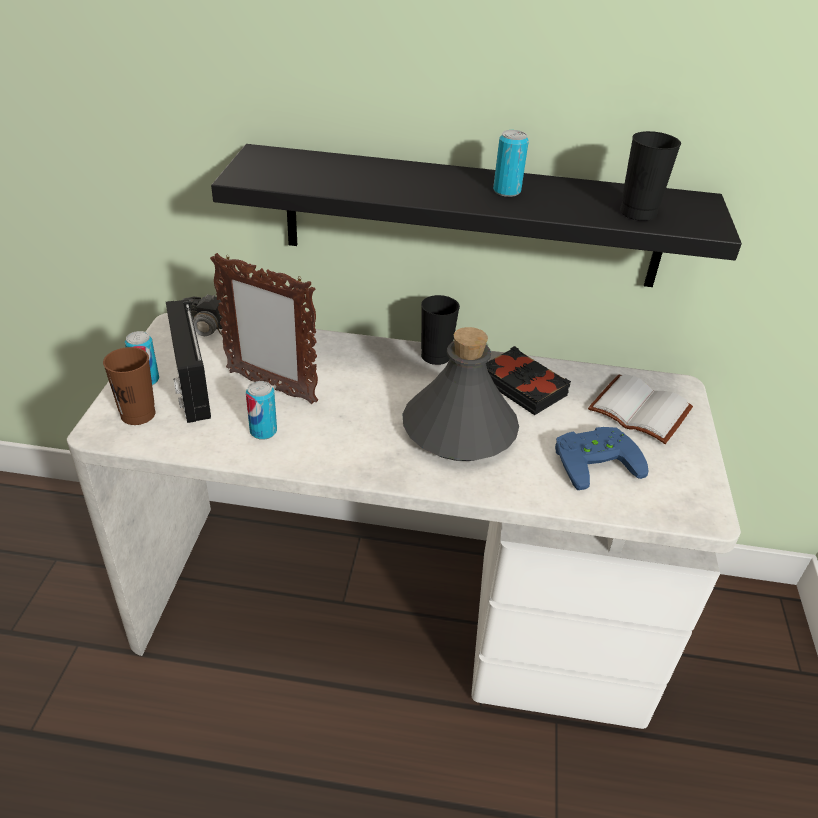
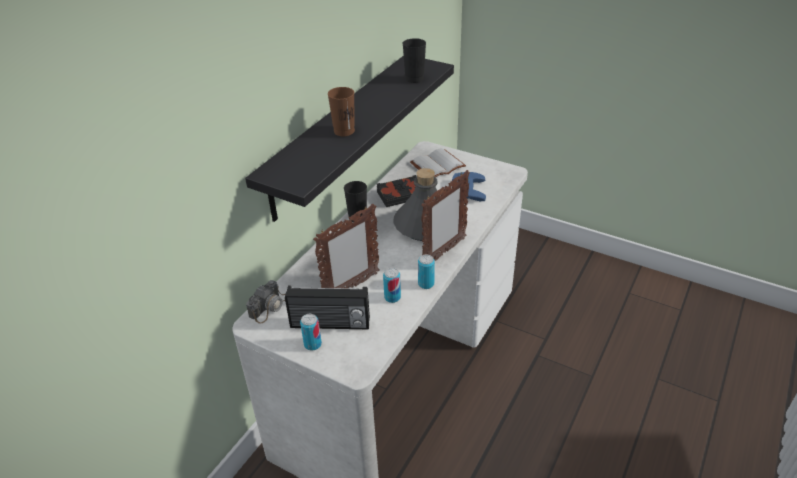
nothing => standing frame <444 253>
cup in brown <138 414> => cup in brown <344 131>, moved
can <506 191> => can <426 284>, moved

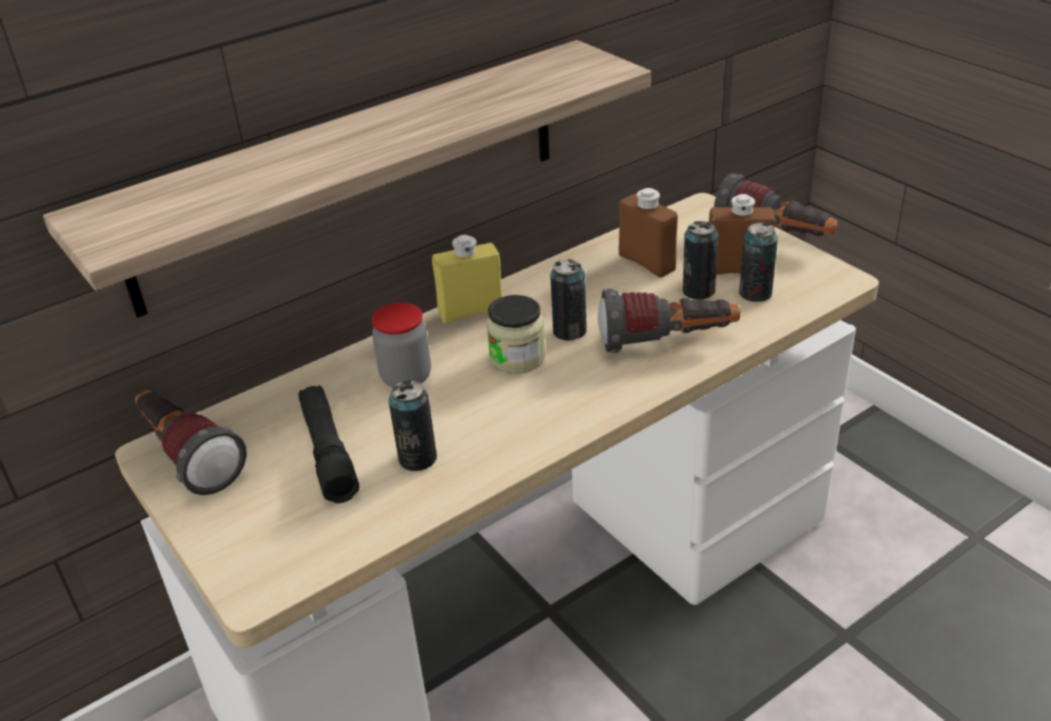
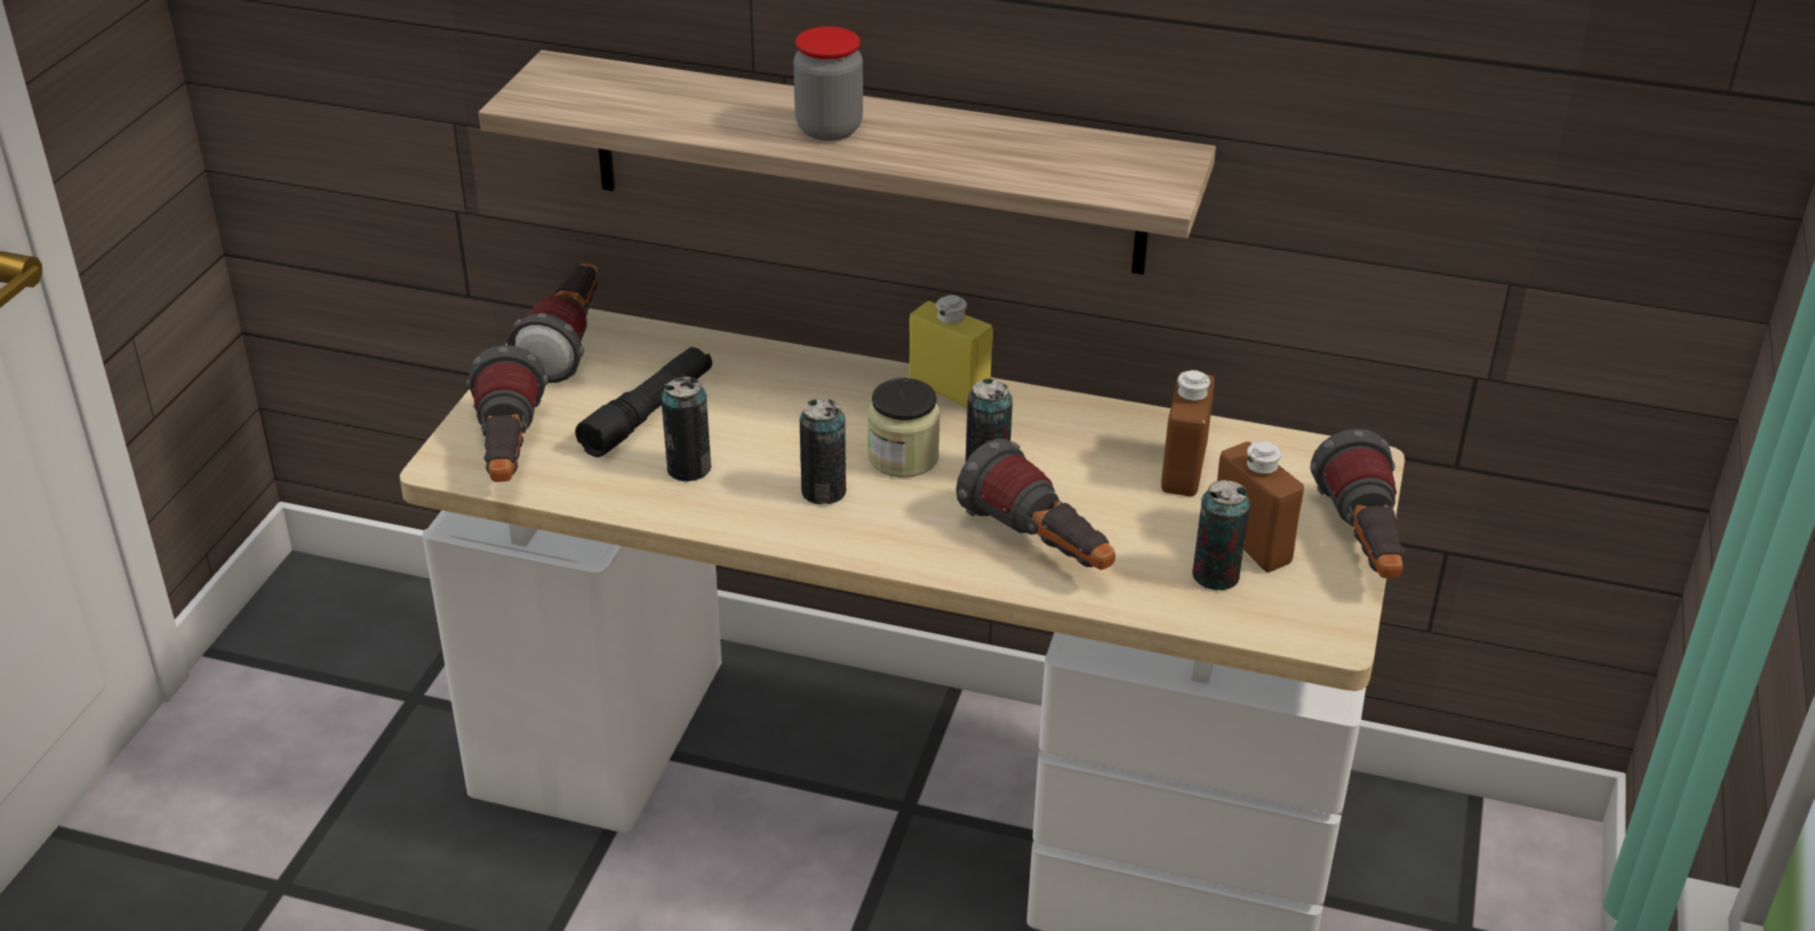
nothing => hand torch <508 455>
storage jar <406 377> => storage jar <829 129>, moved
can <698 291> => can <823 492>, moved

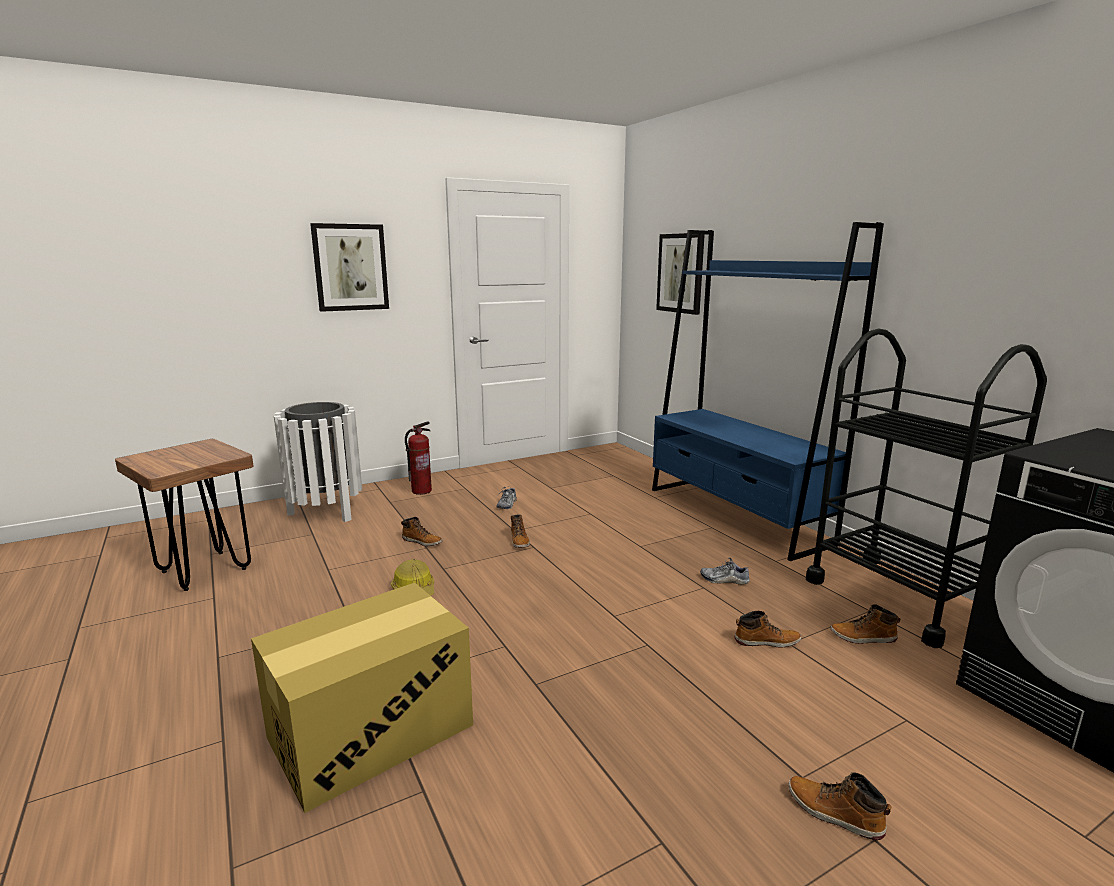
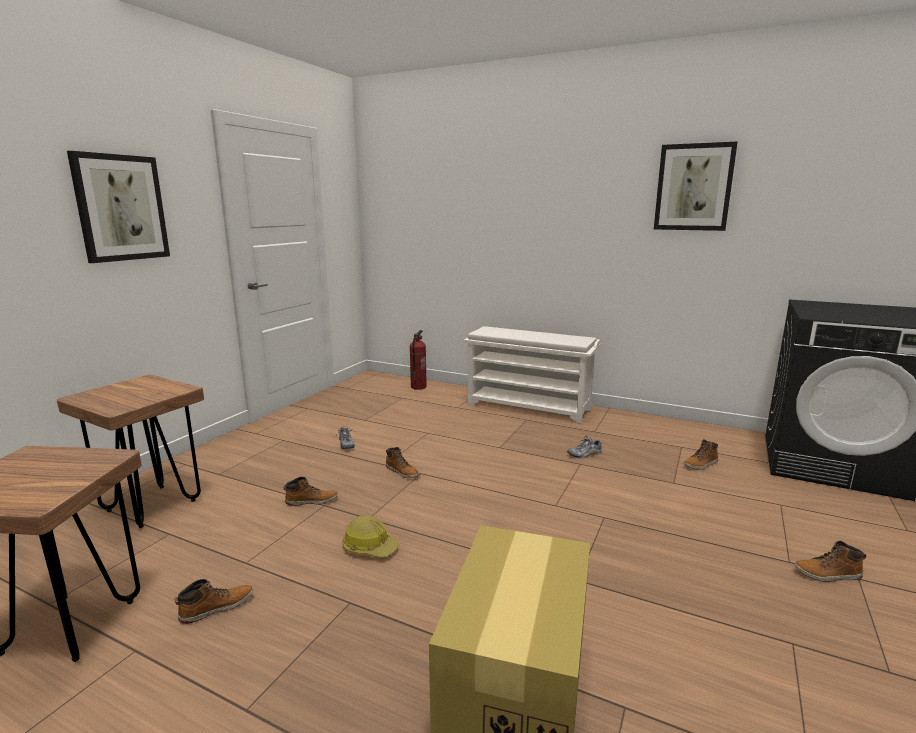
wheeled cart in black-coloured <898 597> => nothing
extinguisher <421 491> => extinguisher <418 387>, moved
wall picture <680 273> => wall picture <693 187>, moved
tall boot <766 641> => tall boot <217 607>, moved
rubbish bin in whitish <326 512> => sitting stool in brown <152 505>
shelving unit in blue <736 515> => shoe rack in whitish <529 406>

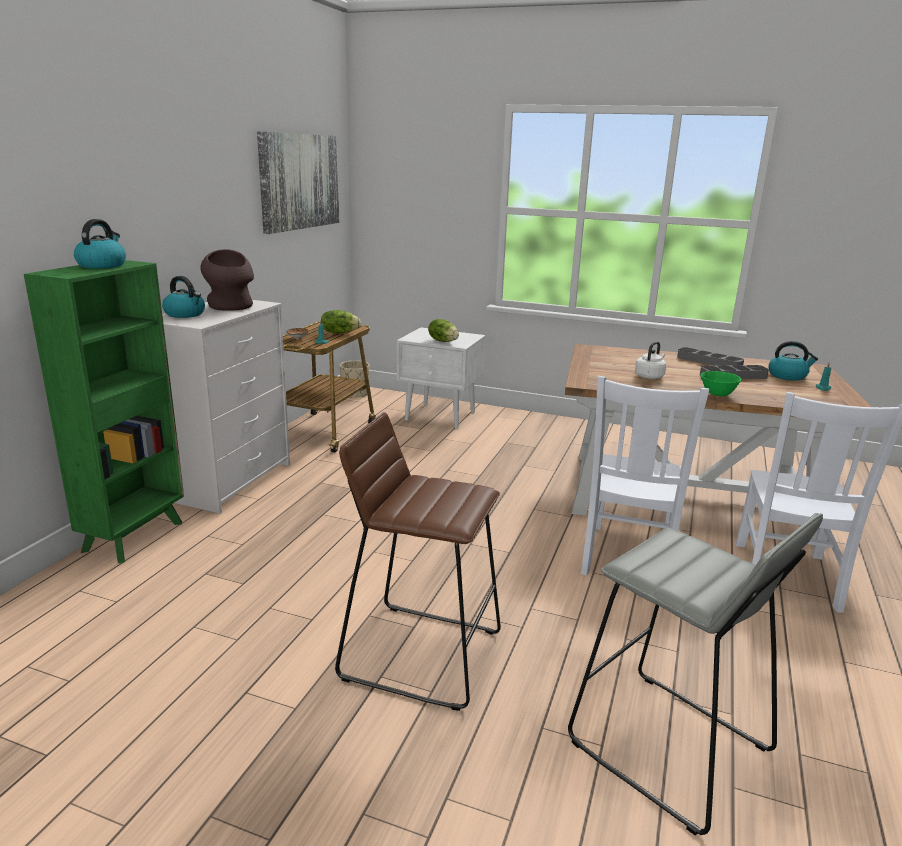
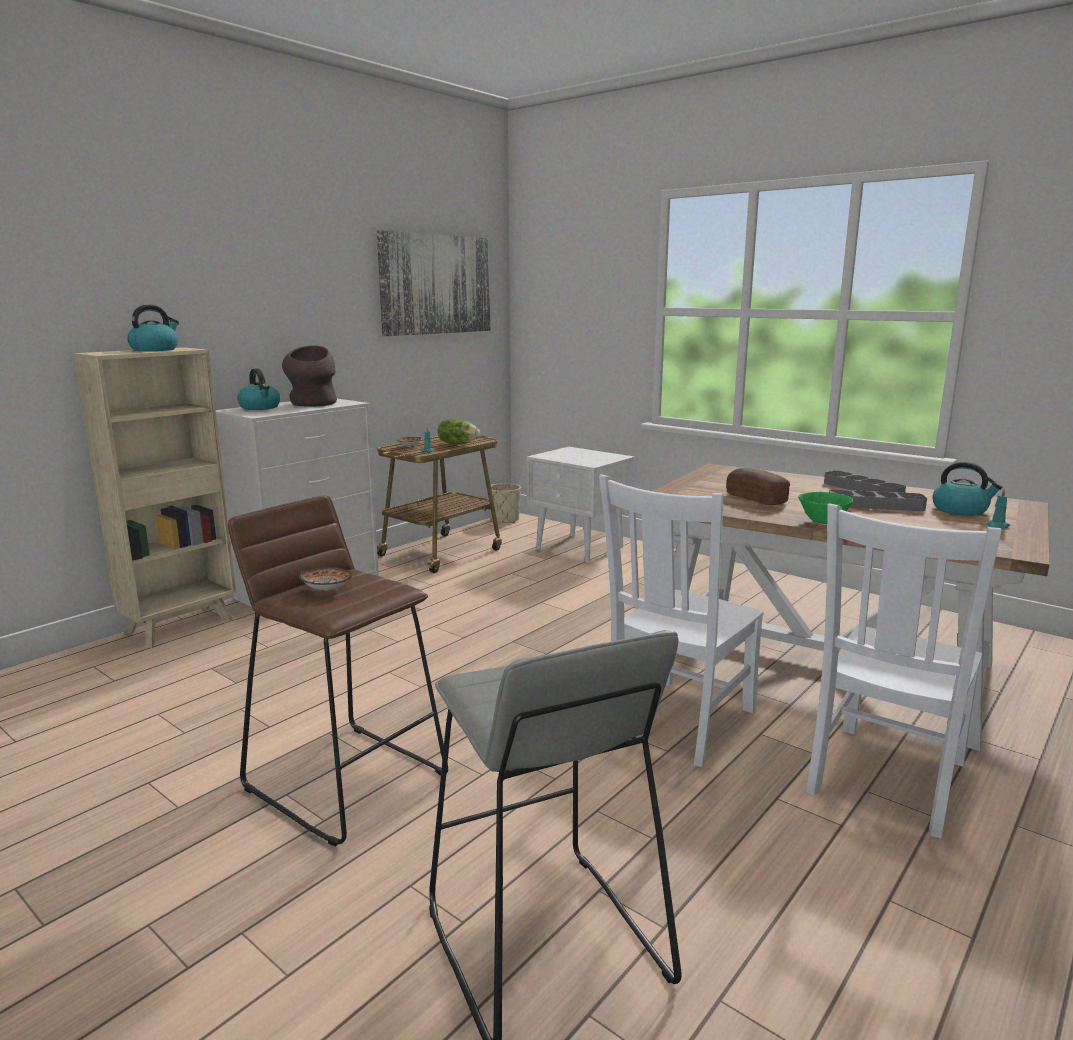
lettuce head <443 341> => nothing
nothing => bowl <326 589>
water kettle in whitish <650 376> => bakery bread <756 499>
shelving unit in green <135 535> => shelving unit in sand-coloured <181 626>

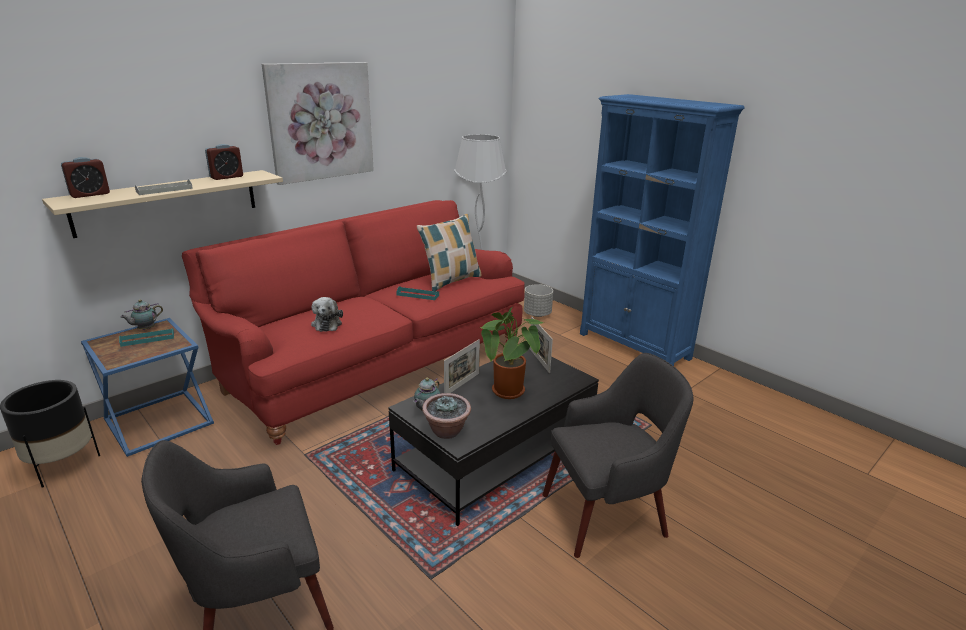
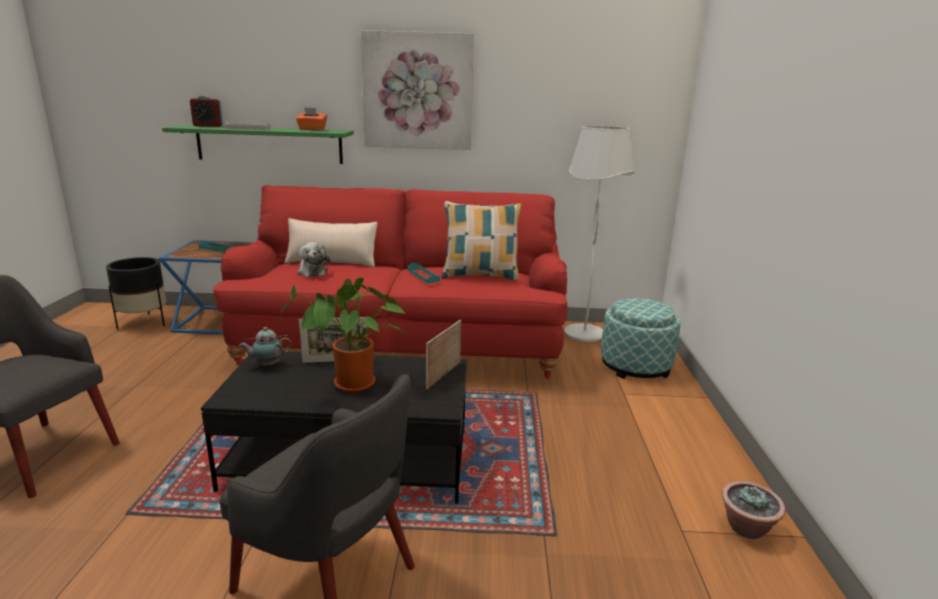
tea pot <145 329> => nothing
shelving unit in blue <634 346> => nothing
nothing => pillow in sand-coloured <332 262>
potted plant <447 431> => potted plant <746 529>, moved
table clock <226 177> => box of tissues in orangey <312 129>
planter in greyish <537 314> => ottoman <635 366>
bracket shelf in sand-coloured <168 202> => bracket shelf in green <269 144>
plush toy <327 323> => plush toy <312 271>, 60 degrees counterclockwise

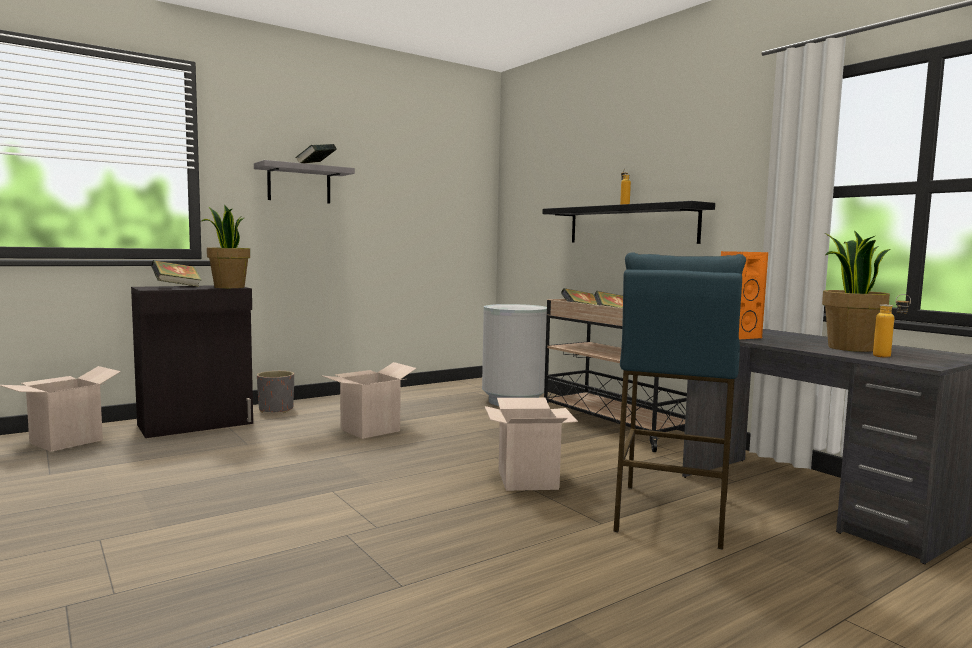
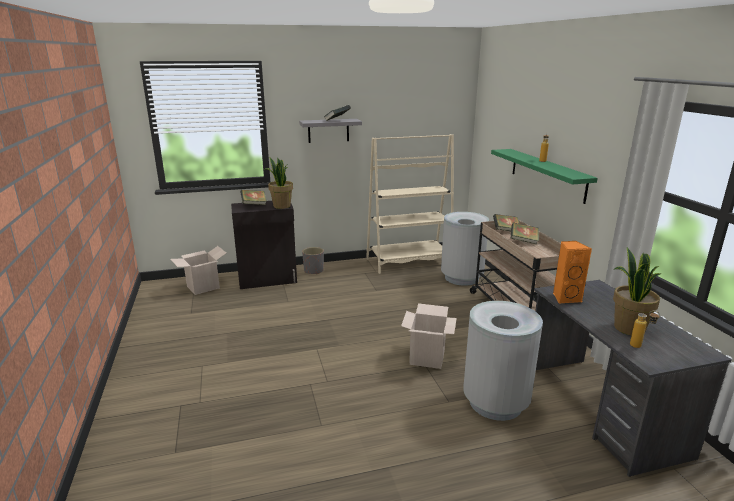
packing box <370 430> => nothing
nothing => shelving unit in sand-coloured <409 262>
sitting stool in blue <670 515> => rubbish bin in greyish <495 402>
bracket shelf in black-coloured <630 225> => bracket shelf in green <547 174>

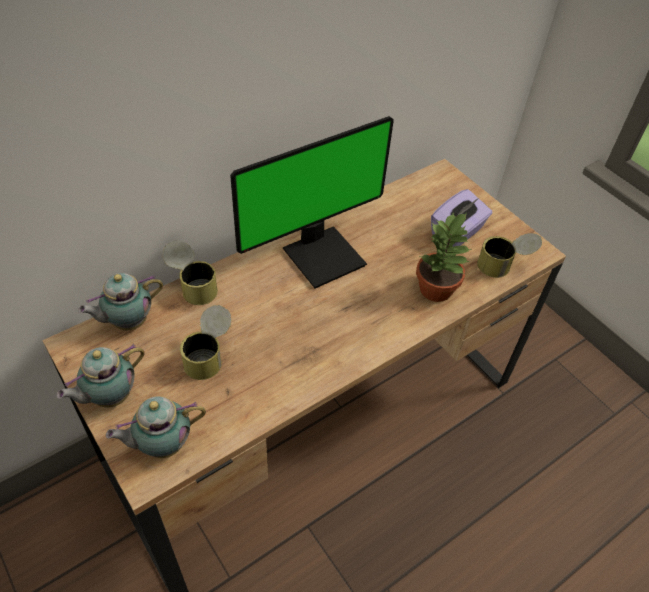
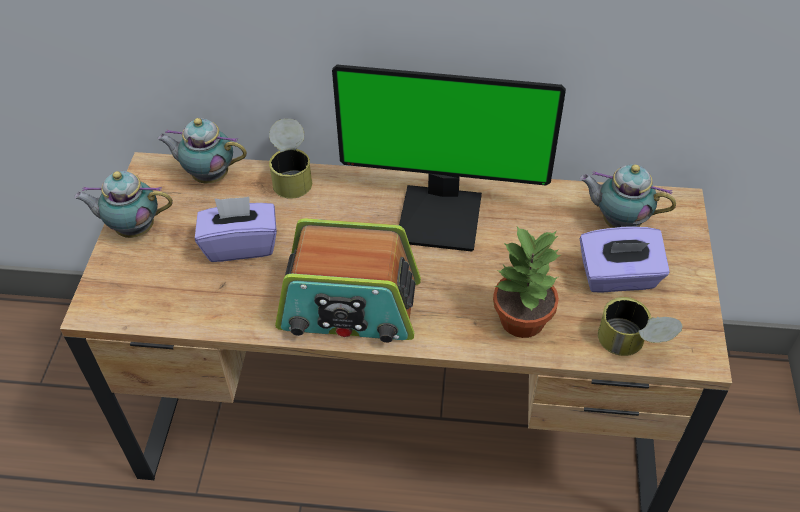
nothing => radio <349 307>
tea pot <162 445> => tea pot <618 222>, moved
can <209 355> => box of tissues in purple-coloured <241 245>

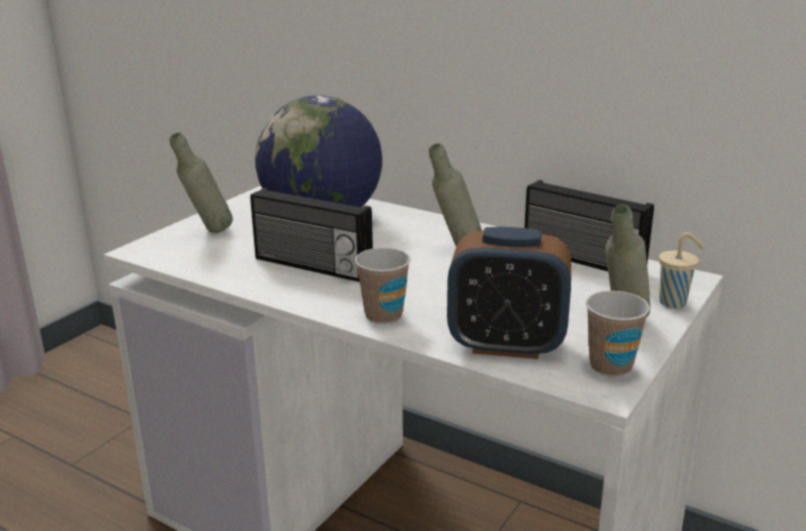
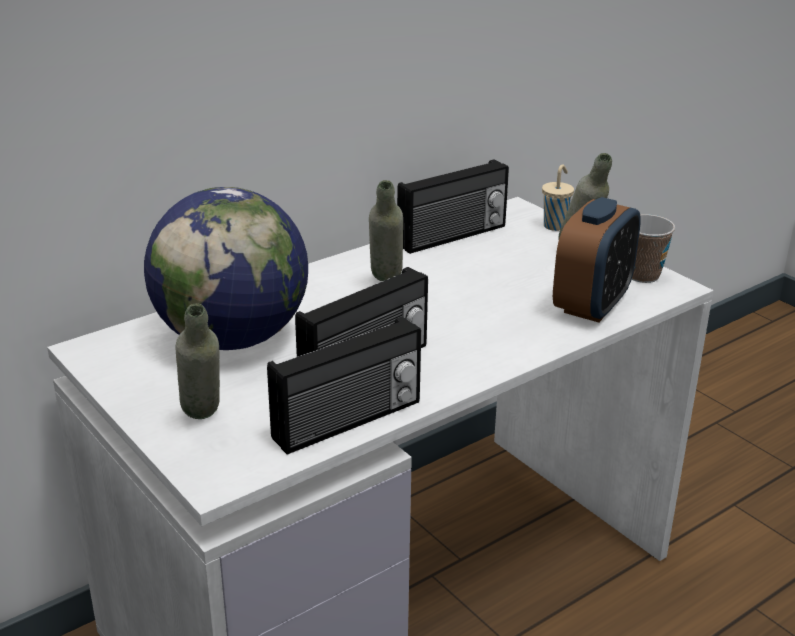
cup <383 315> => nothing
nothing => radio <349 421>

